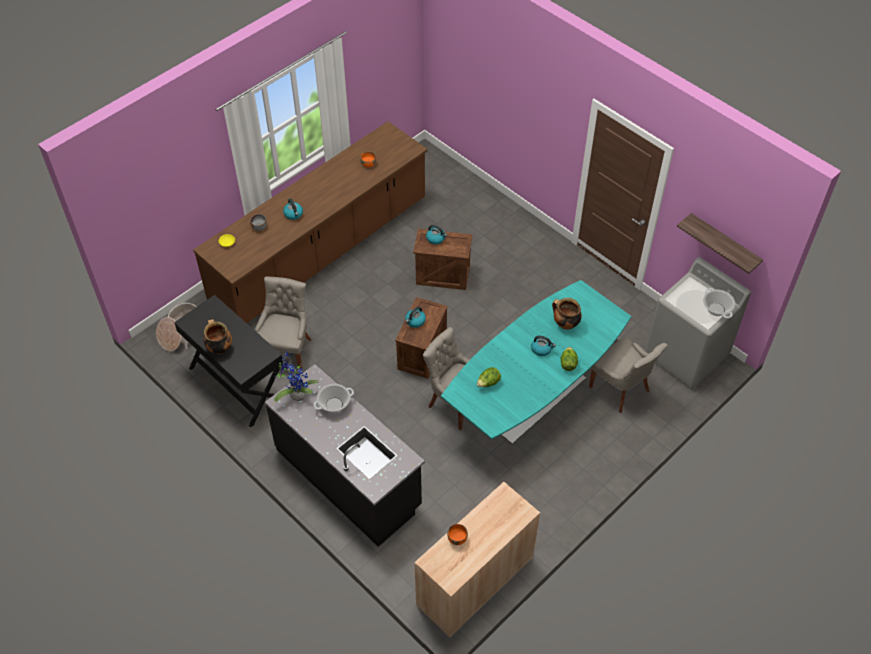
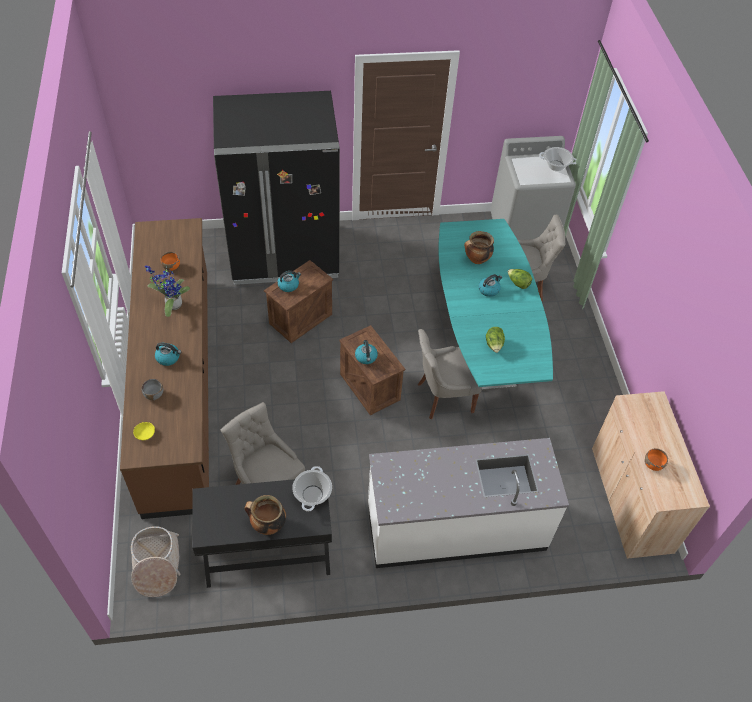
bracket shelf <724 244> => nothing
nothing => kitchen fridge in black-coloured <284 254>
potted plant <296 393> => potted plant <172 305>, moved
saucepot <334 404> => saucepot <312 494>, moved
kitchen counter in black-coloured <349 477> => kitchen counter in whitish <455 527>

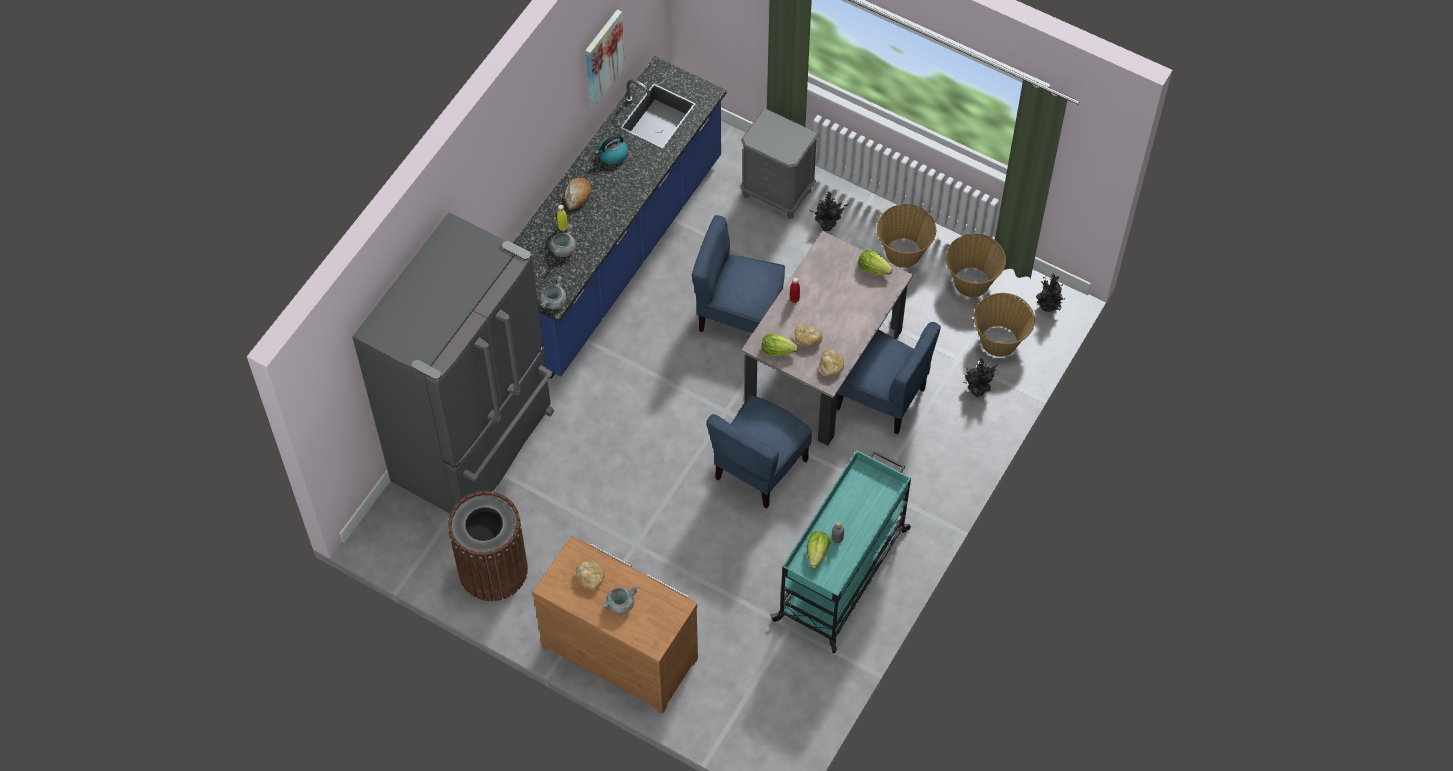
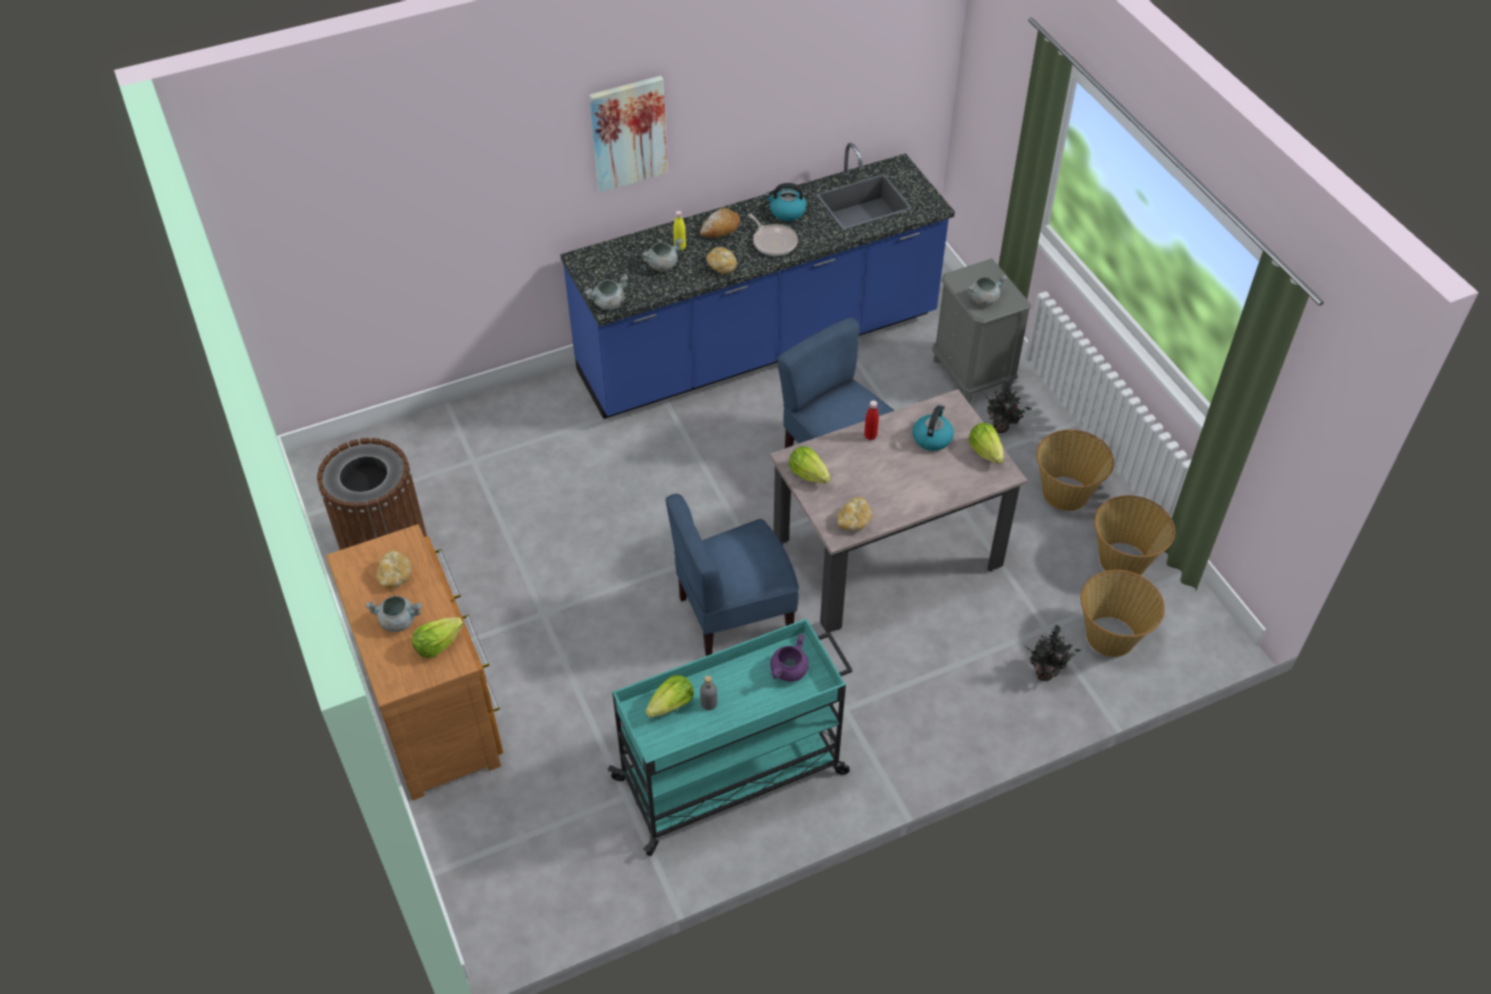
kitchen fridge in greyish <477 448> => nothing
chair in blue <881 397> => nothing
potted plant <1048 307> => nothing
nothing => lettuce head <437 645>
nothing => frying pan <773 242>
nothing => saucepot in purple-coloured <789 671>
nothing => water kettle <932 438>
nothing => saucepot in greyish <983 299>
wall picture <603 58> => wall picture <628 133>, moved
bakery bread <807 339> => bakery bread <722 266>, moved

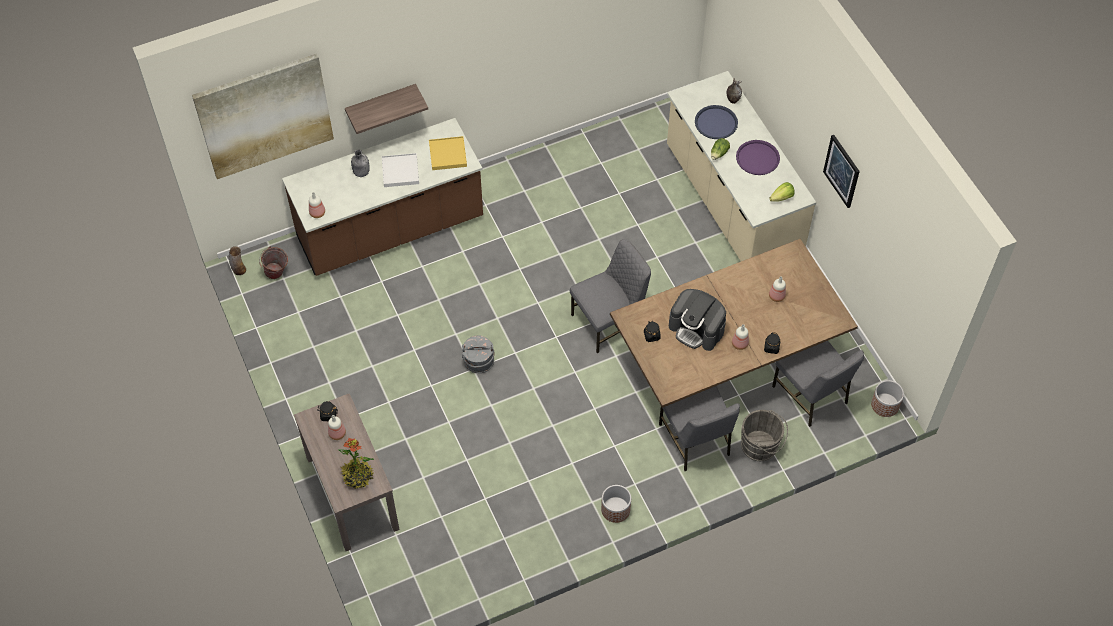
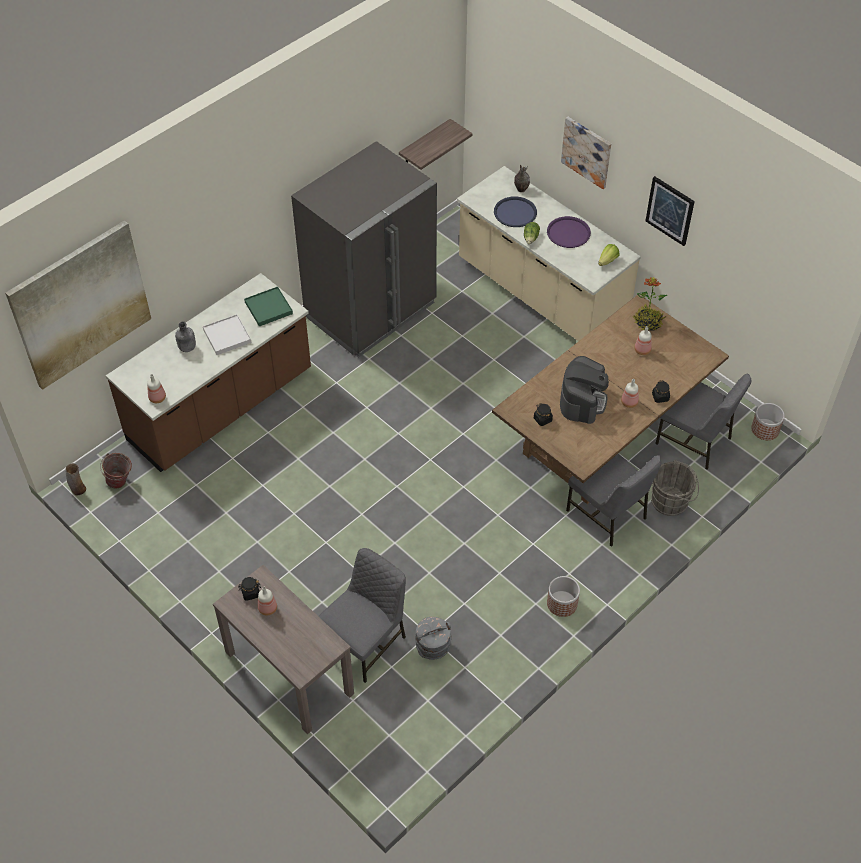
nothing => kitchen fridge in greyish <371 310>
nothing => wall picture <587 152>
potted plant <358 476> => potted plant <648 322>, moved
bracket shelf <381 104> => bracket shelf <424 144>, moved
pail in greyish <479 362> => pail in greyish <433 647>, moved
chair in greyish <609 321> => chair in greyish <365 642>, moved
tray in yellow <447 154> => tray in green <268 308>
coffee machine <697 329> => coffee machine <582 400>, 90 degrees counterclockwise

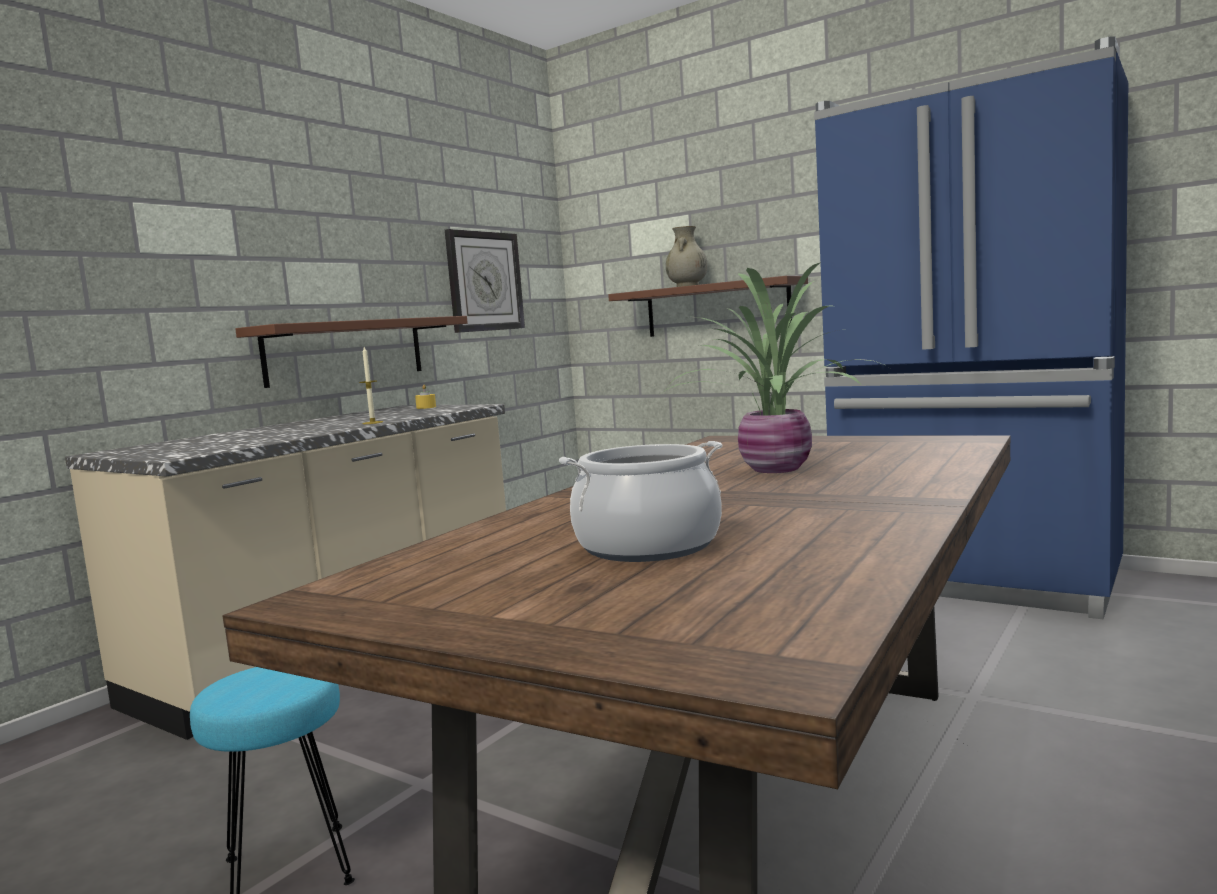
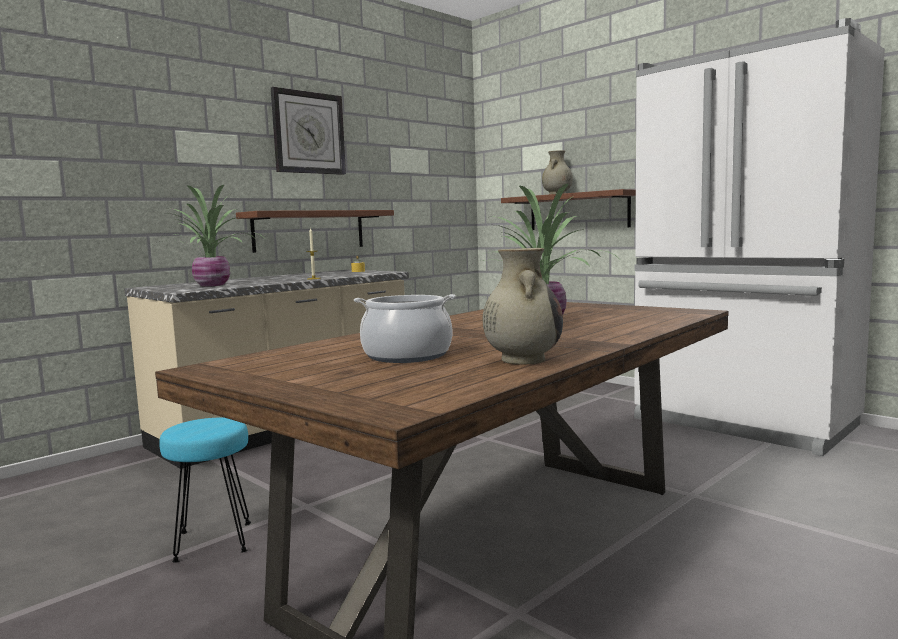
nothing => potted plant <211 285>
nothing => flower vase in sand-coloured <522 359>
wall clock <484 281> => wall clock <308 133>, moved
kitchen fridge in blue <976 581> => kitchen fridge in whitish <743 423>

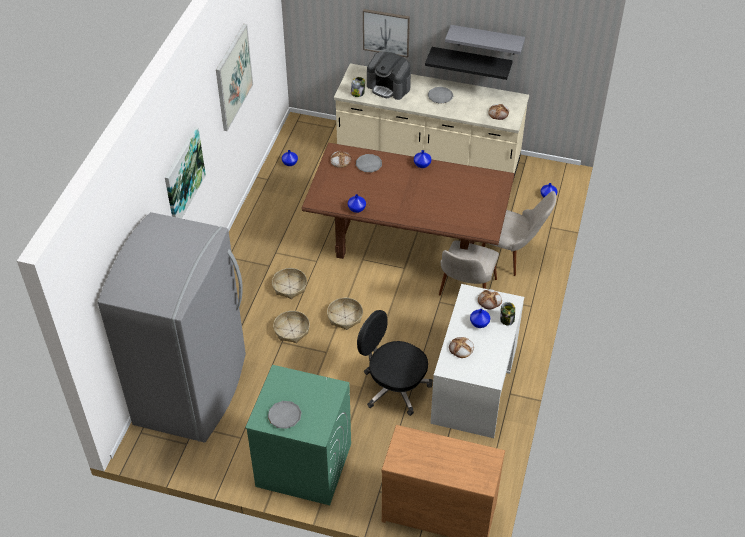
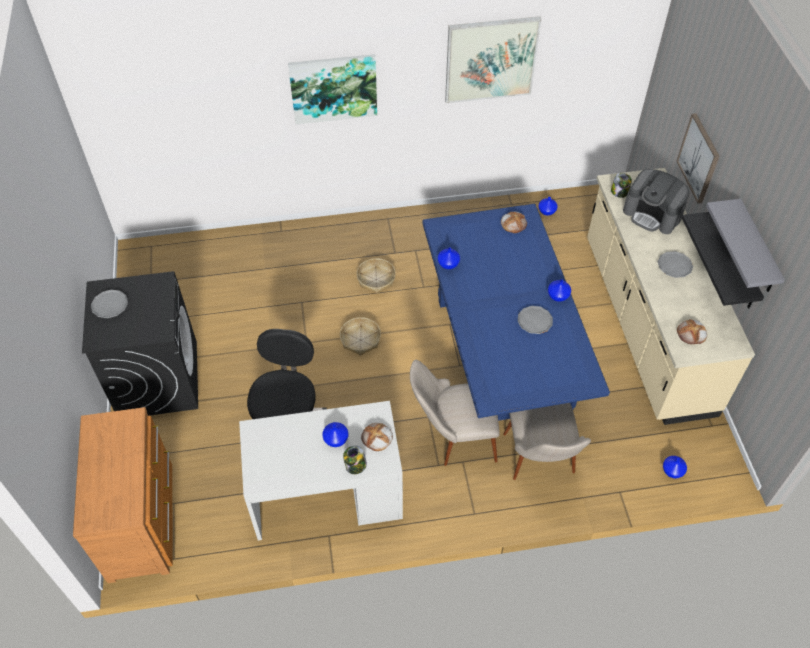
kitchen fridge in greyish <193 389> => nothing
household basket <291 330> => nothing
bakery bread <461 349> => nothing
plate in greyish <369 165> => plate in greyish <534 321>, moved
laundry appliance in green <303 465> => laundry appliance in black-coloured <158 379>
dining table in brown <409 241> => dining table in blue <502 355>
coffee machine <389 87> => coffee machine <652 214>, 60 degrees counterclockwise

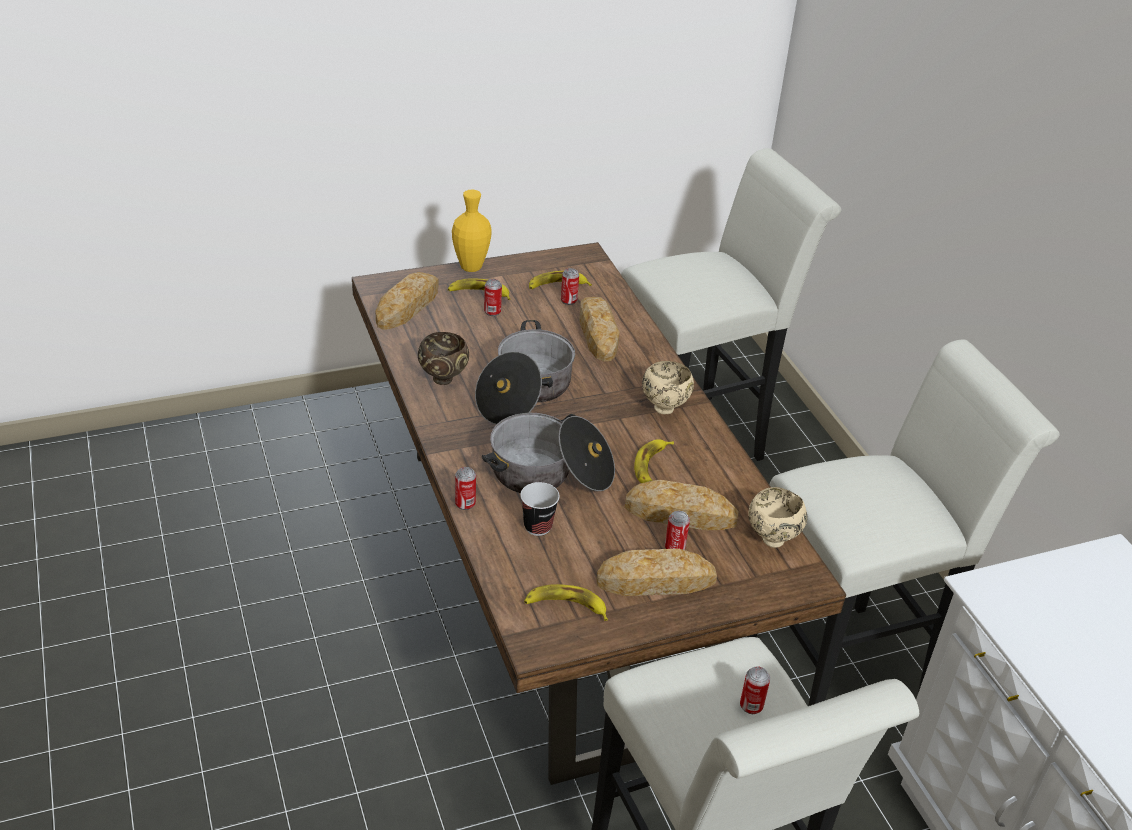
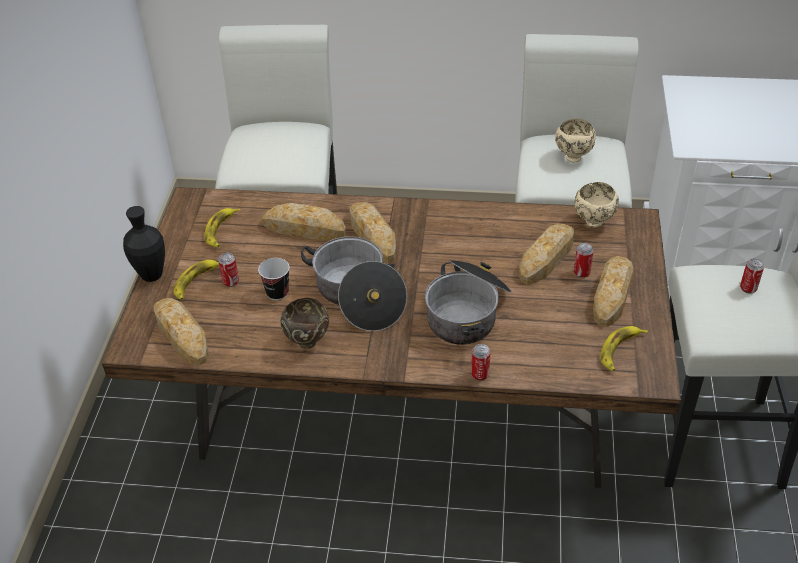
can <569 301> => nothing
banana fruit <652 467> => nothing
nothing => bakery bread <372 236>
cup <538 526> => cup <277 293>, moved
bowl in sand-coloured <665 408> => bowl in sand-coloured <573 157>, moved
flower vase in yellow <471 267> => flower vase in black-coloured <151 275>

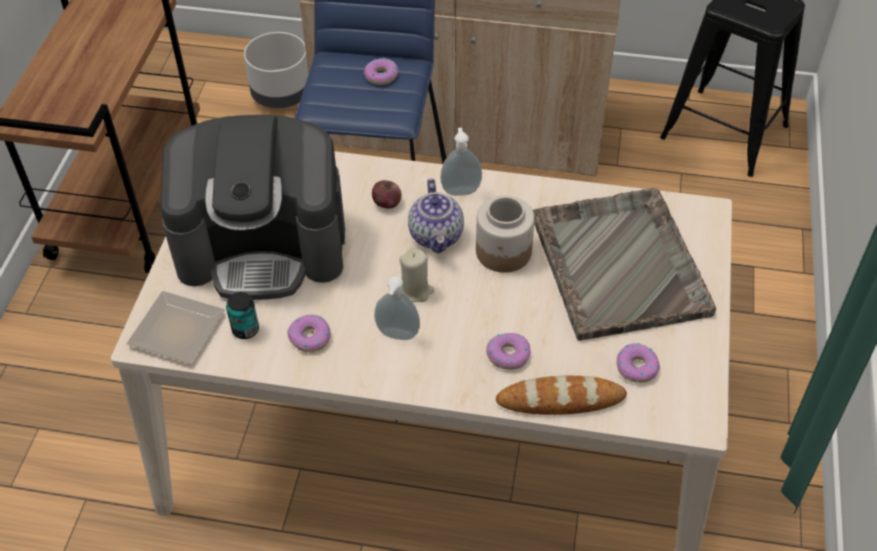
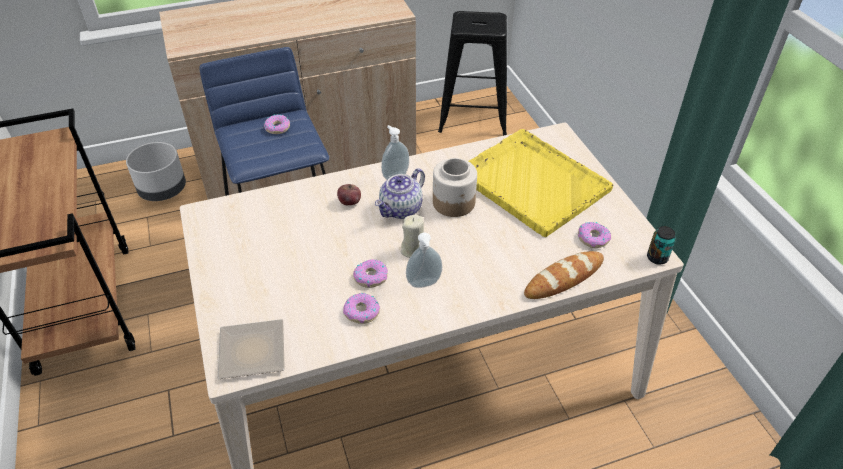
coffee machine <263 245> => nothing
can <245 330> => can <657 258>, moved
doughnut <508 355> => doughnut <371 277>, moved
tray in greyish <618 263> => tray in yellow <531 182>
tea pot <437 236> => tea pot <401 210>, 75 degrees clockwise

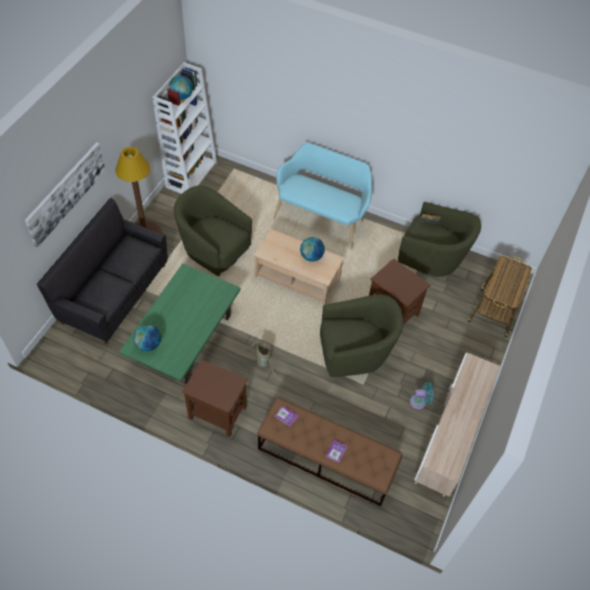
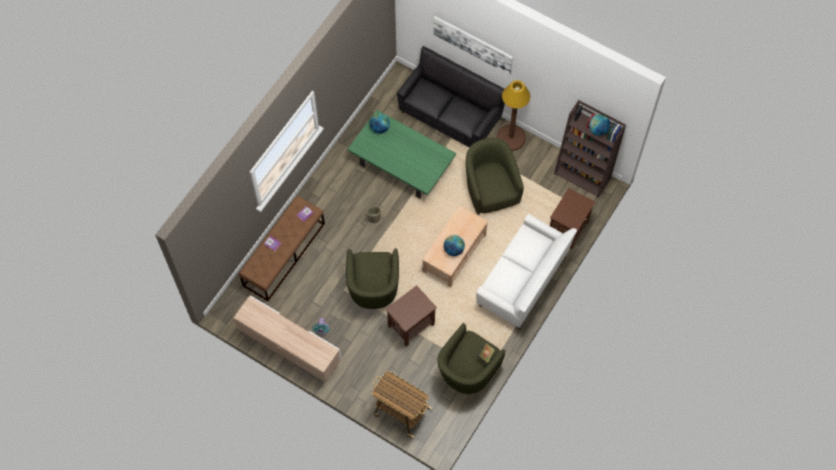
end table in brown <217 412> => end table in brown <568 228>, moved
bench in turquoise-coloured <321 218> => settee in whitish <522 281>
shelving unit in whitish <191 174> => shelving unit in brown <583 176>
armchair in green <213 249> => armchair in green <491 190>, 60 degrees counterclockwise

